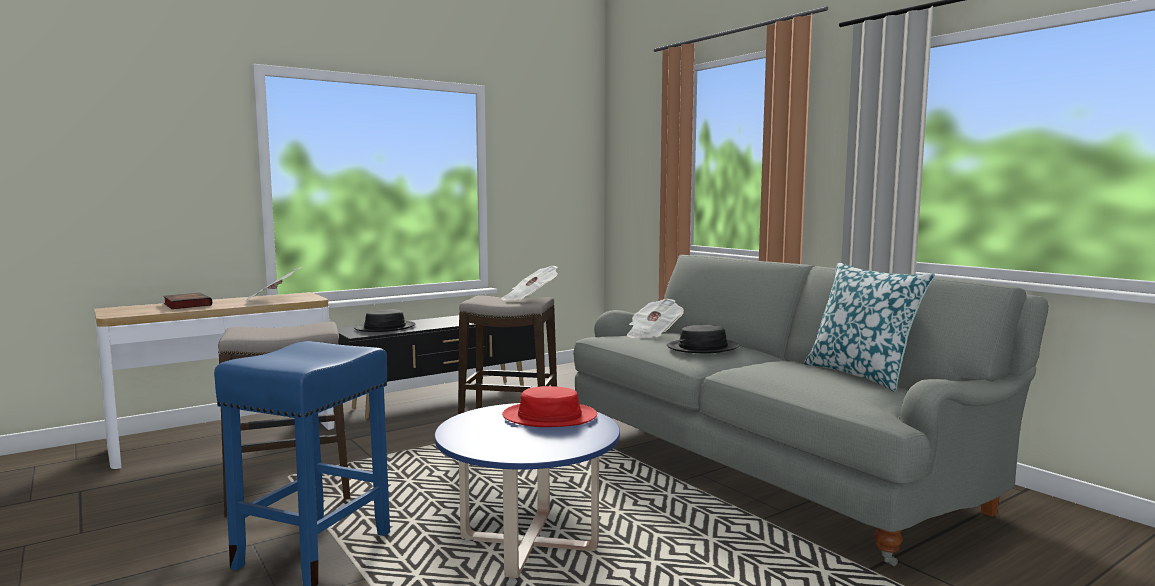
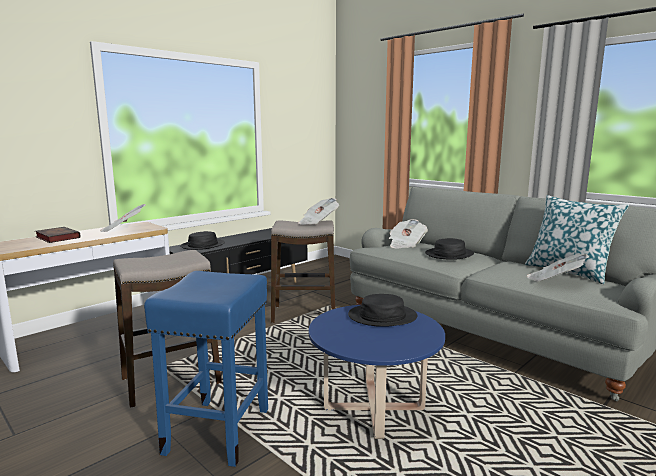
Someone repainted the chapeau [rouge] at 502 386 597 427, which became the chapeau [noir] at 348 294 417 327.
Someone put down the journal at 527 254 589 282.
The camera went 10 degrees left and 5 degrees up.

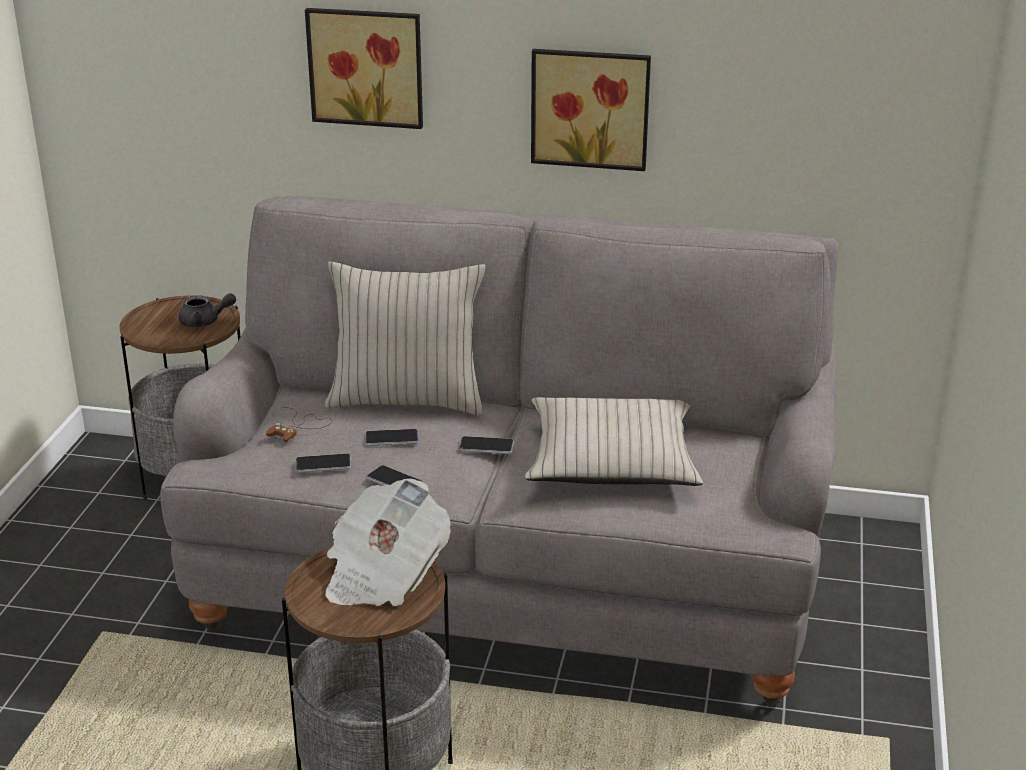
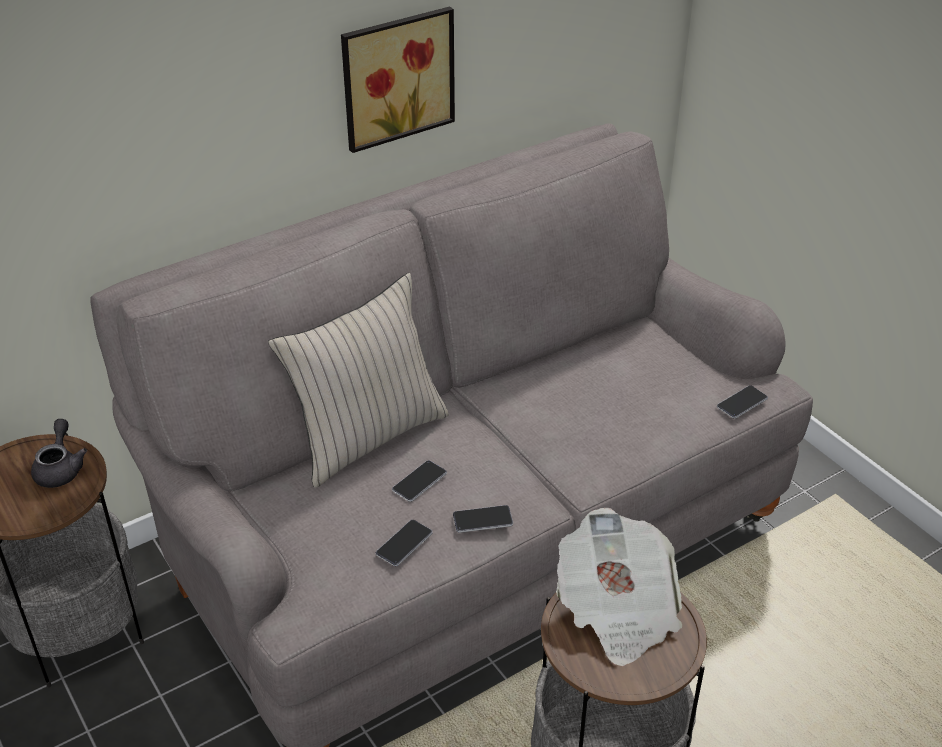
Someone took away the tableau at 305 8 423 129.
Someone rotated the théière [gris] at 179 293 236 327 by 45 degrees counterclockwise.
Someone took away the coussin [beige] at 525 397 703 486.
Someone took away the manette [marron] at 266 407 332 443.
Someone carried the téléphone from 459 436 514 454 to 717 385 768 419.
The camera went 45 degrees left and 10 degrees up.

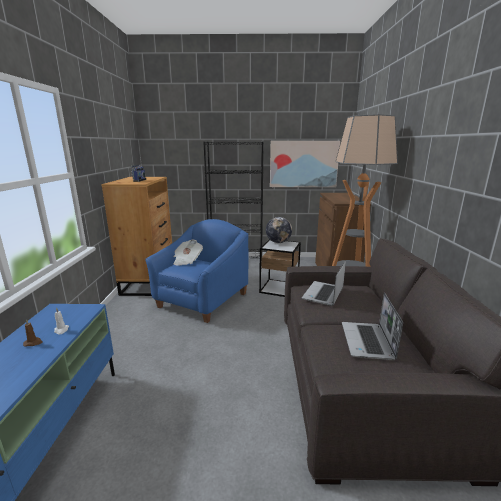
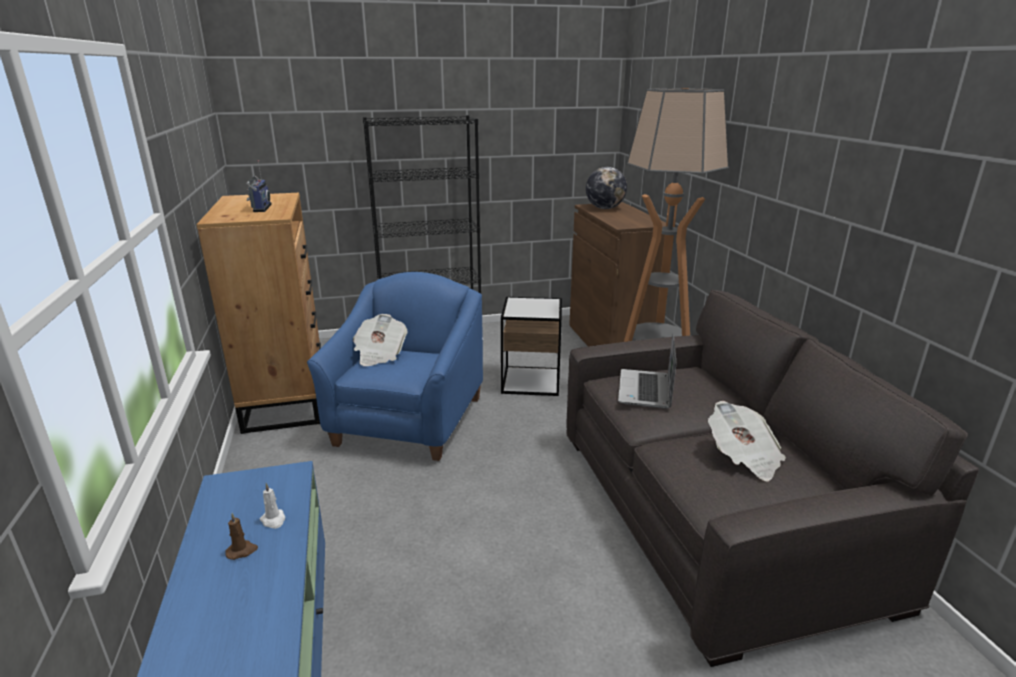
Someone took away the tableau at 270 141 340 187.
Someone carried the globe from 266 217 292 243 to 586 167 627 209.
Someone swapped the ordinateur portable at 342 293 403 360 for the journal at 708 401 786 482.
The camera went 15 degrees left and 5 degrees up.

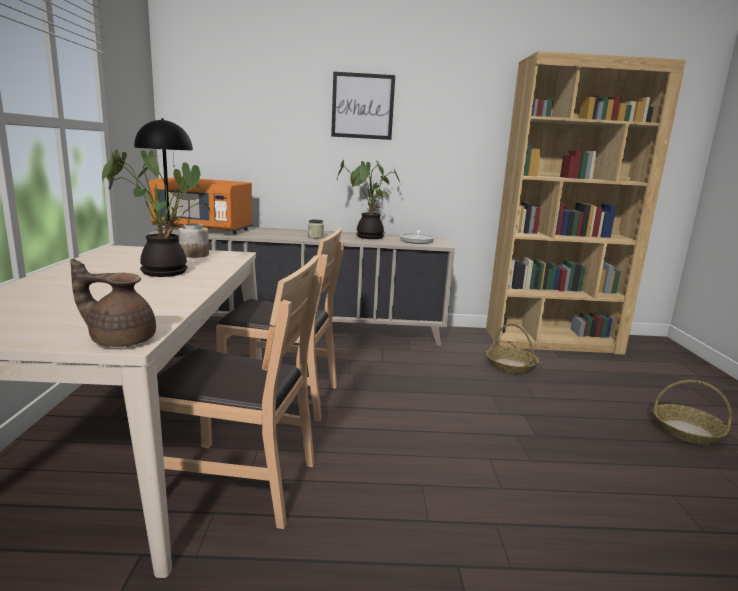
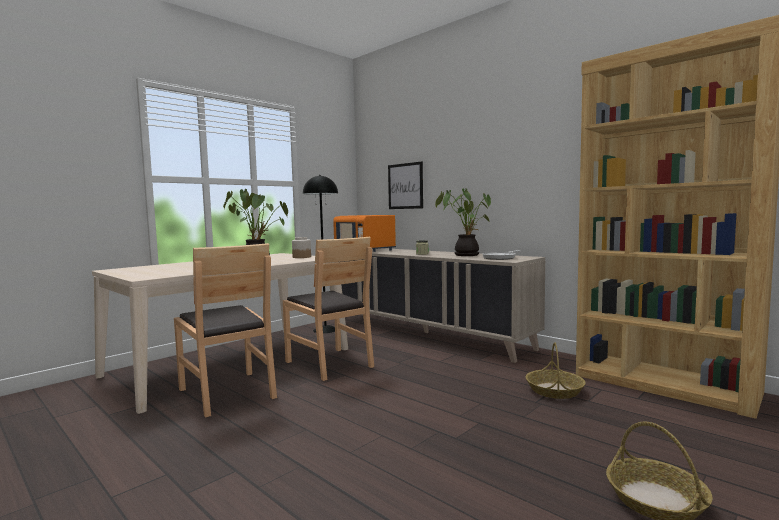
Someone carried the tableau from 331 72 395 140 to 388 161 423 209.
Someone took away the théière [marron] at 70 259 156 347.
The camera went 45 degrees right and 10 degrees down.

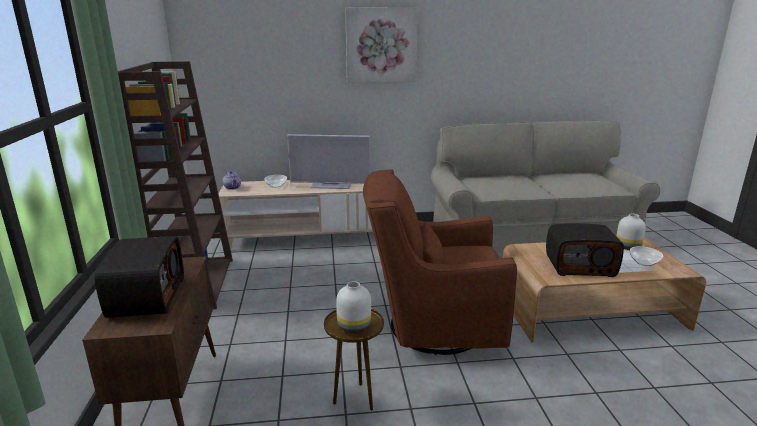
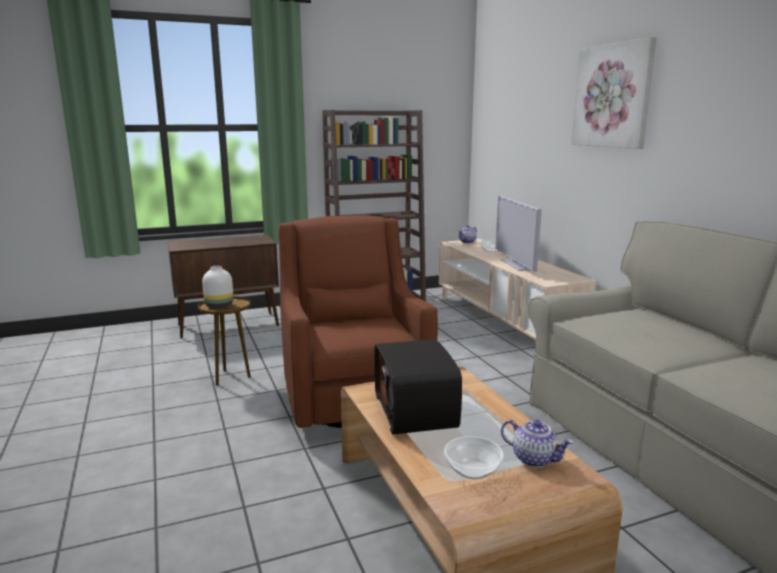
Someone swapped the vase [blanc] at 616 214 646 250 for the théière at 501 420 574 467.
Someone took away the radio at 94 236 184 318.
The camera went 75 degrees right and 5 degrees down.

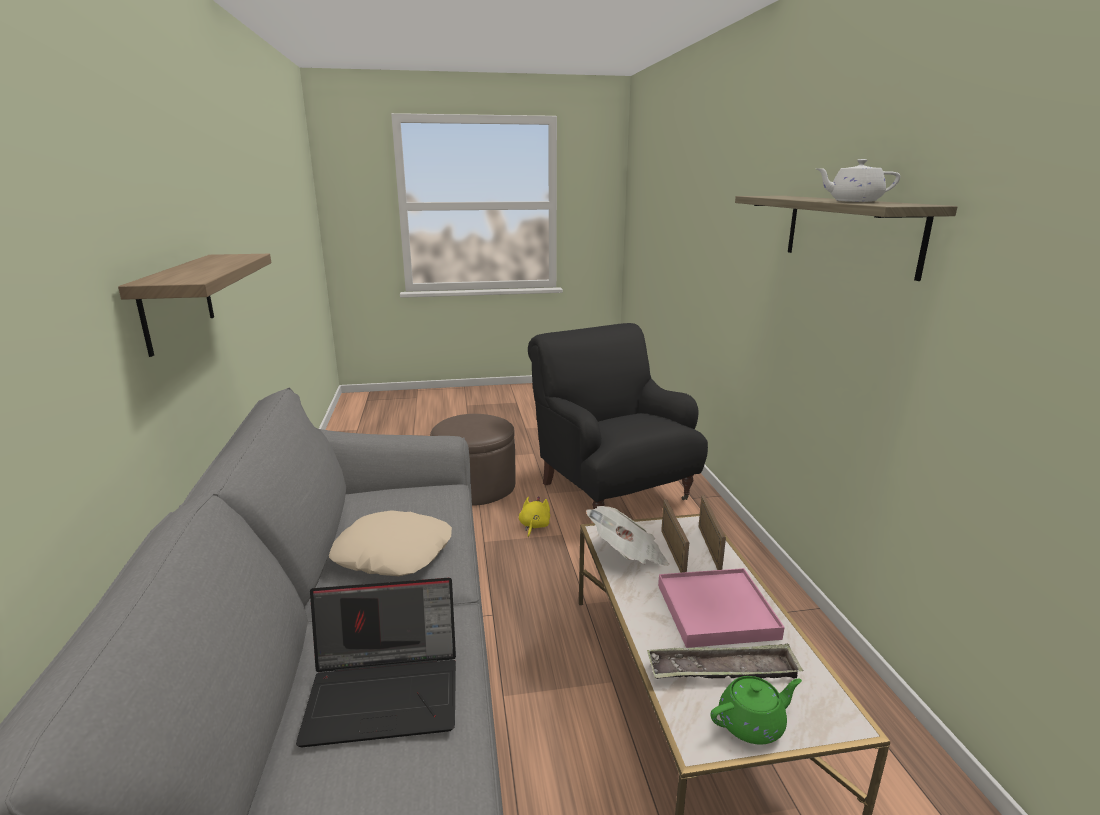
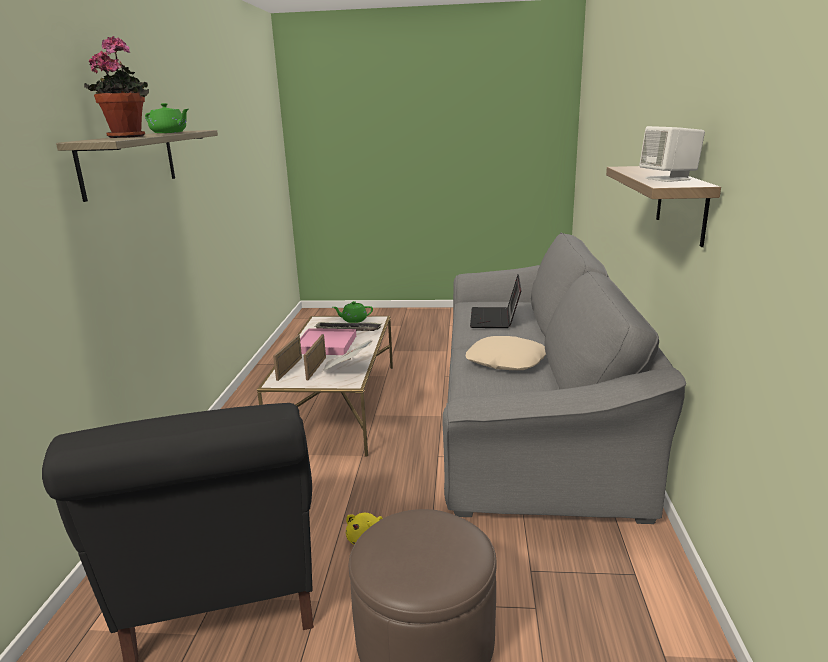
Someone repainted the théière [blanc] at 815 159 900 202, which became the théière [vert] at 145 103 189 133.
Someone rotated the ordinateur portable at 296 578 456 747 by 90 degrees counterclockwise.
Someone put down the plante en pot at 84 36 149 138.
Someone put down the enceinte [blanc] at 639 126 705 182.
The camera went 165 degrees left and 0 degrees up.

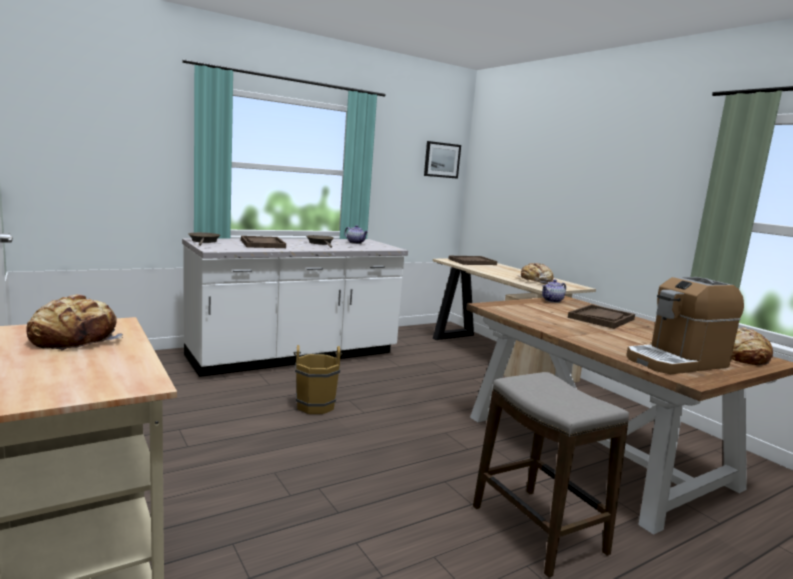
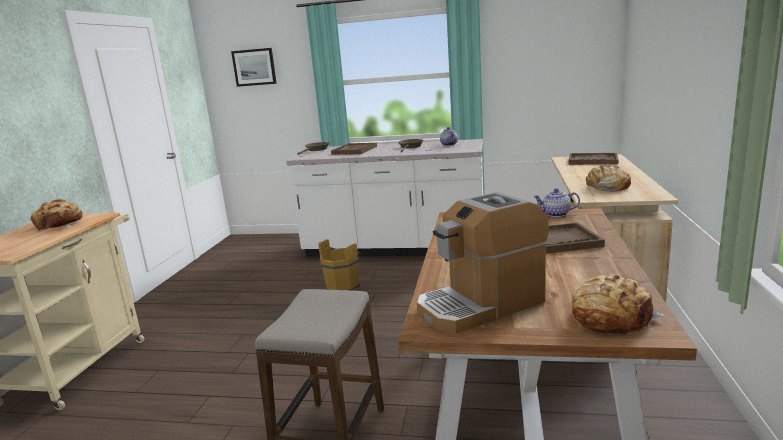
Someone carried the tableau from 424 141 461 179 to 231 48 277 87.
Someone rotated the machine à café at 626 277 744 374 by 45 degrees counterclockwise.
The camera went 45 degrees right and 5 degrees up.

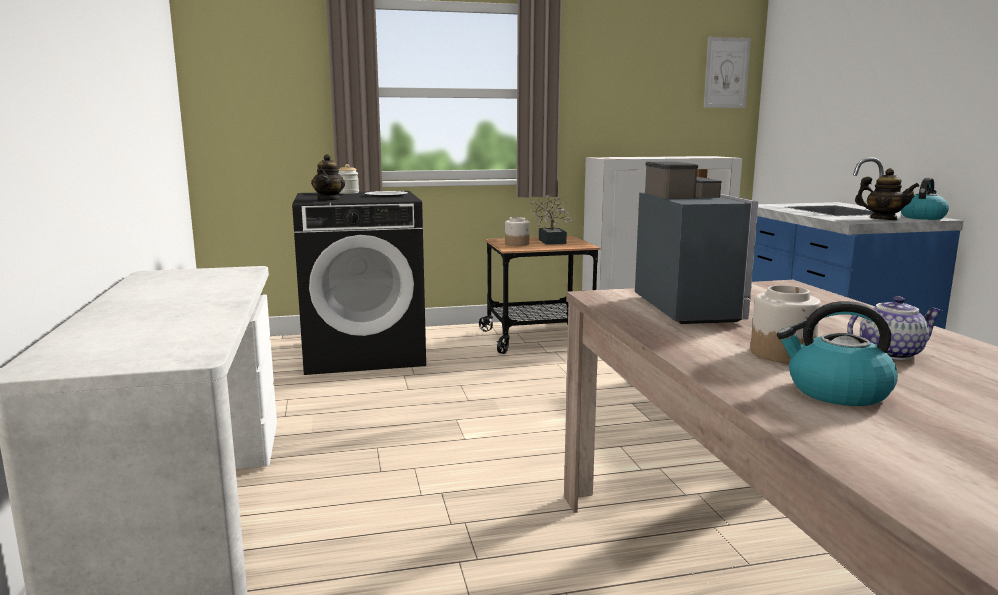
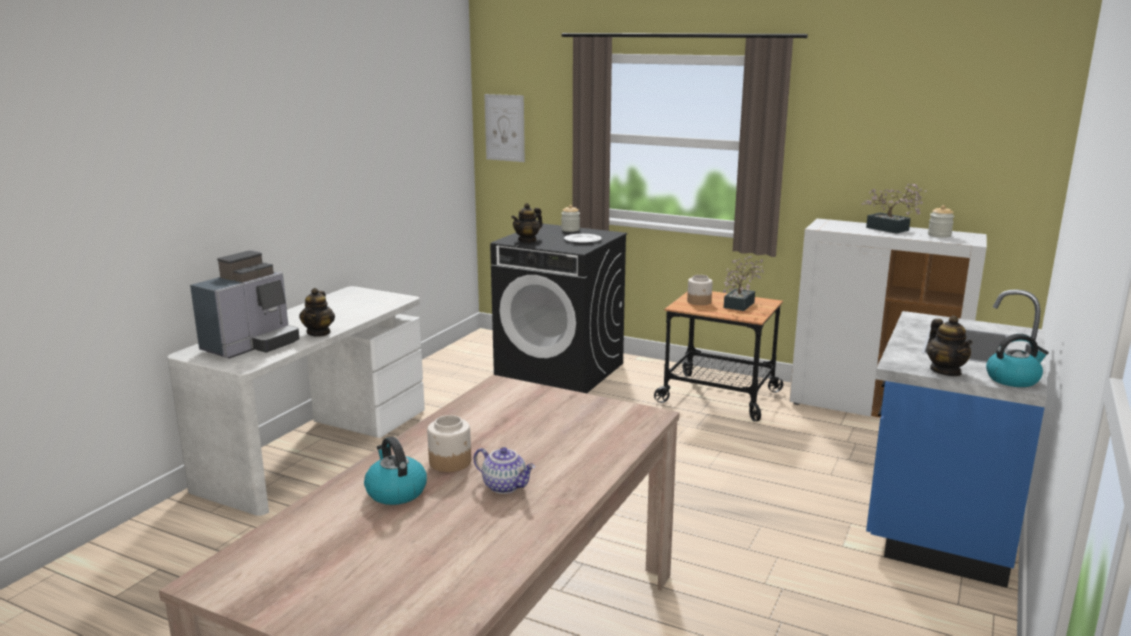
Someone carried the tableau from 704 37 751 108 to 484 94 525 162.
Someone carried the machine à café from 635 161 759 324 to 190 250 300 359.
Someone put down the plante en pot at 861 183 927 234.
Someone put down the bocal at 928 205 954 238.
Someone put down the théière at 299 288 335 337.
The camera went 40 degrees right and 5 degrees up.

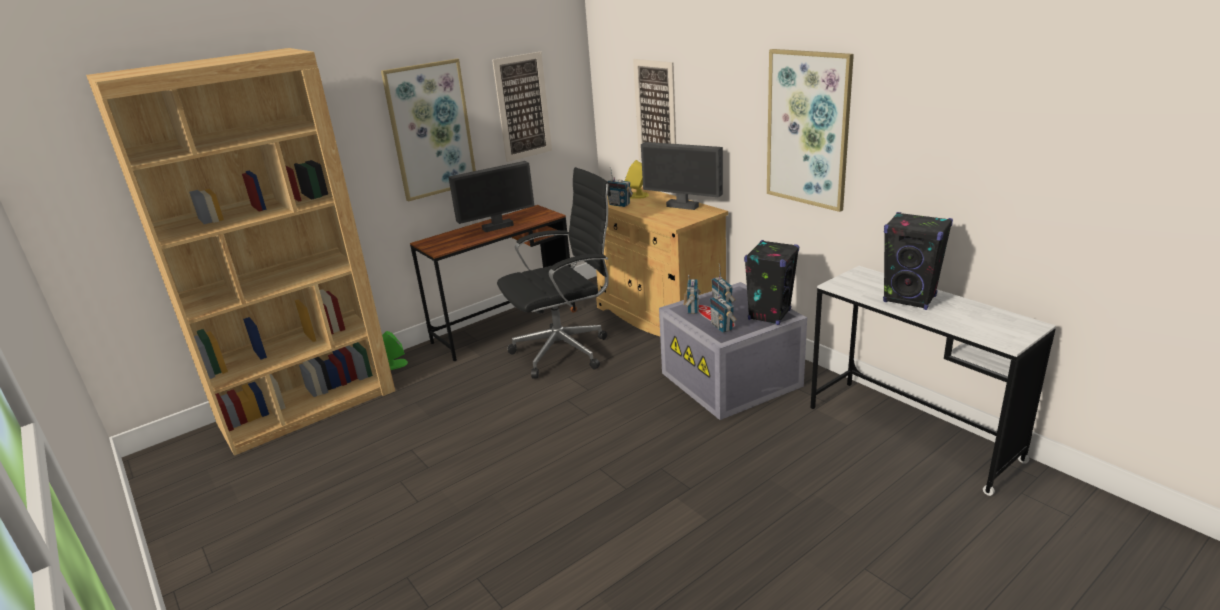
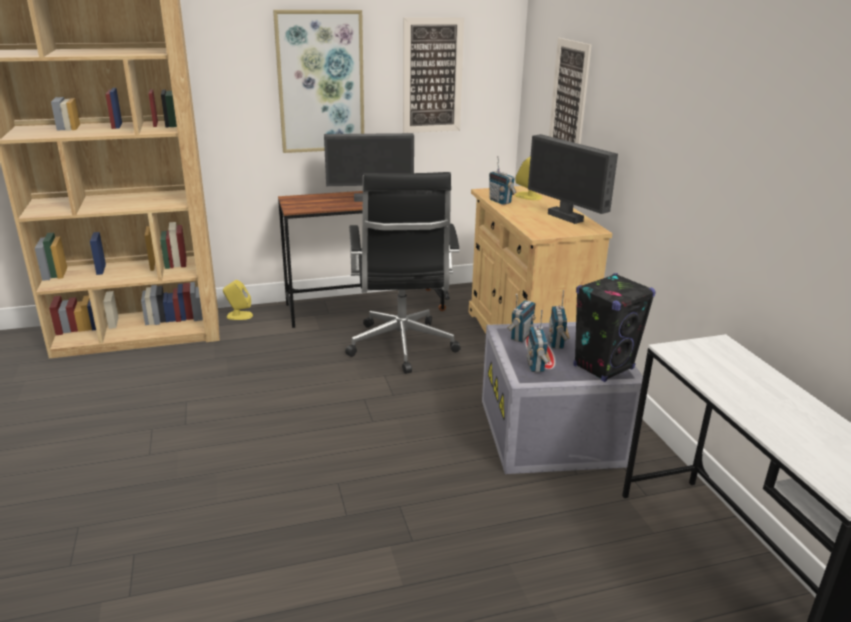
Someone took away the tableau at 767 49 854 212.
Someone rotated the chaise de bureau [noir] at 497 167 611 378 by 90 degrees clockwise.
Someone took away the enceinte [noir] at 883 212 953 310.
Someone repainted the enceinte [vert] at 382 331 408 370, which became the enceinte [jaune] at 223 280 253 320.
The camera went 20 degrees right and 0 degrees up.

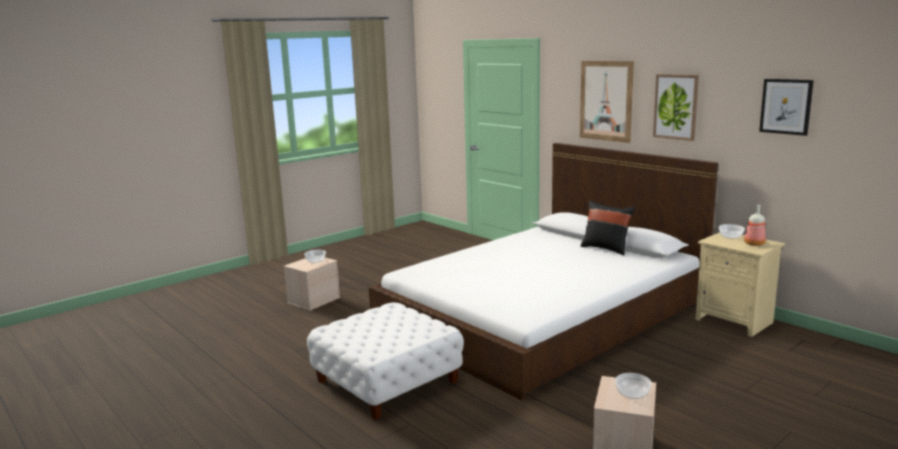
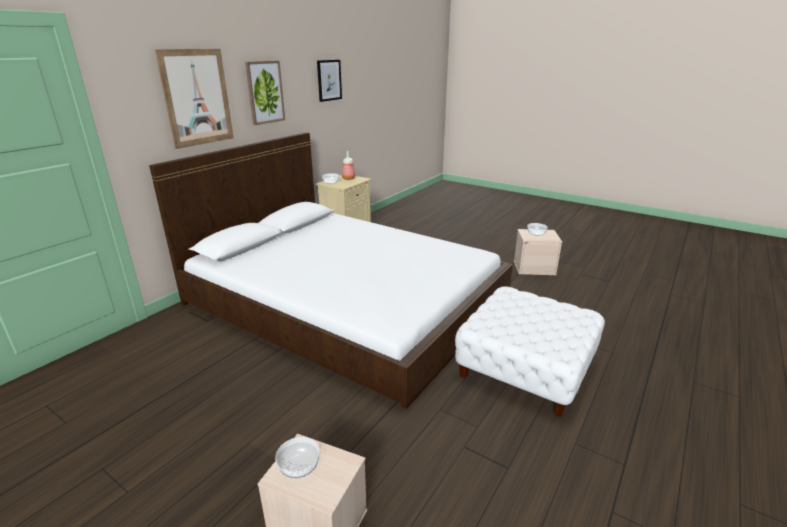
Someone took away the coussin [noir] at 581 200 635 256.
The camera went 105 degrees left and 10 degrees up.

